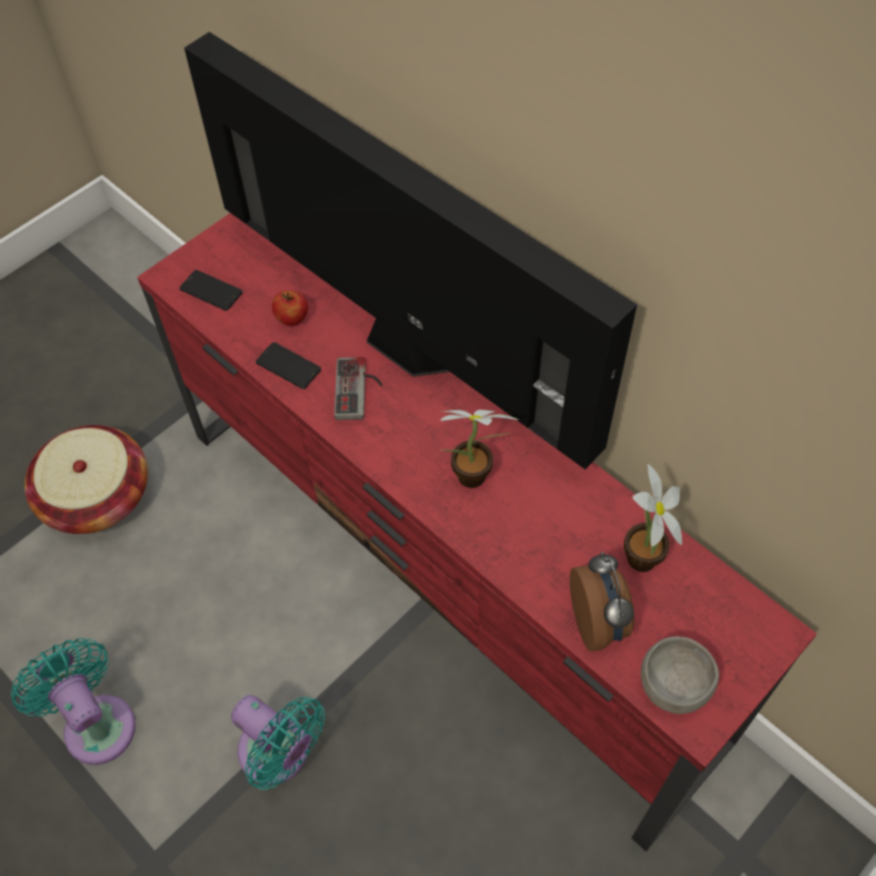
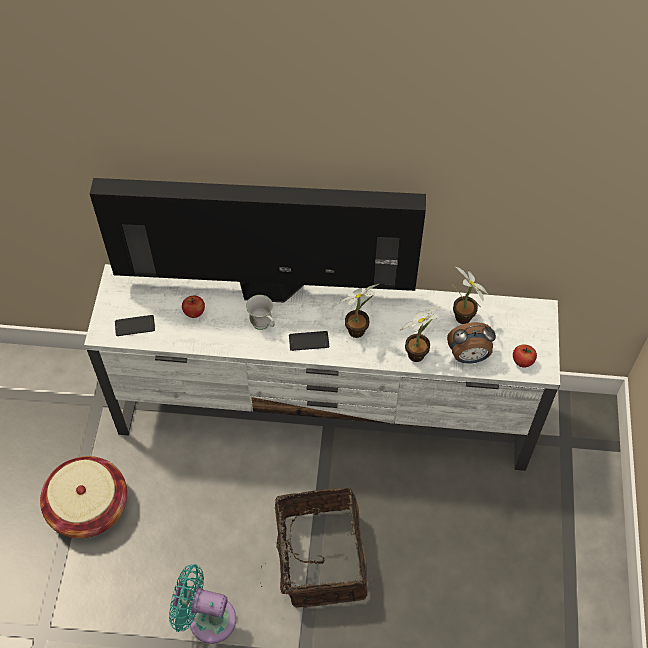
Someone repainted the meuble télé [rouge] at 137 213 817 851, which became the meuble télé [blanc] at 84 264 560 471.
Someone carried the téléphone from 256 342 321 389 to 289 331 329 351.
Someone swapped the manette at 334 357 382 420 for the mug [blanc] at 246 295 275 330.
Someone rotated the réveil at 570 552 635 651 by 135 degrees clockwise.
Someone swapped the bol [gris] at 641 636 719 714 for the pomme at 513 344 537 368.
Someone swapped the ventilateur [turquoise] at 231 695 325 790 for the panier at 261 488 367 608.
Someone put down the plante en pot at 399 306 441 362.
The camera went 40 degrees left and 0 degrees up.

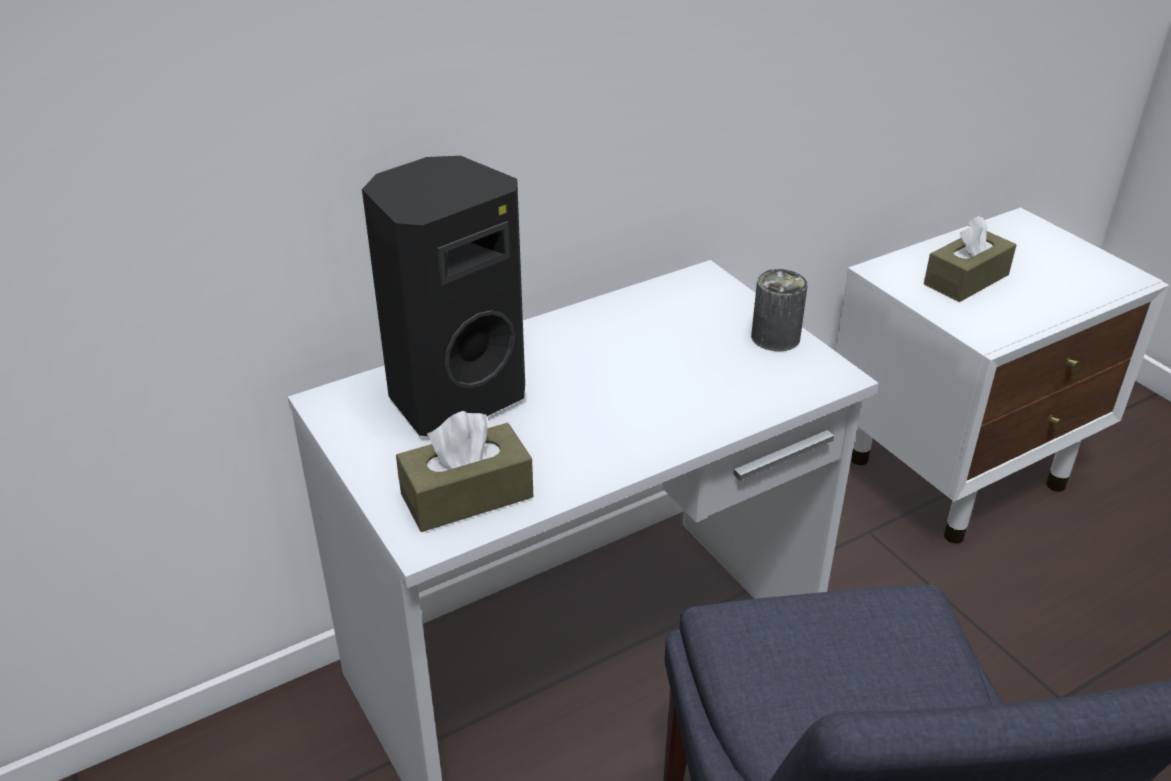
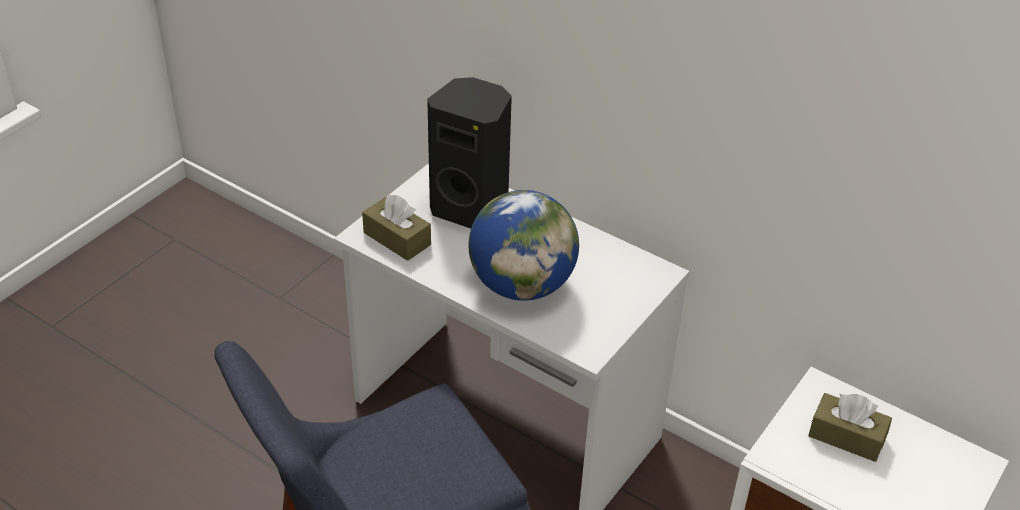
Someone took away the boîte métallique at 751 269 808 351.
Someone put down the globe at 468 190 579 301.
The camera went 65 degrees right and 5 degrees up.

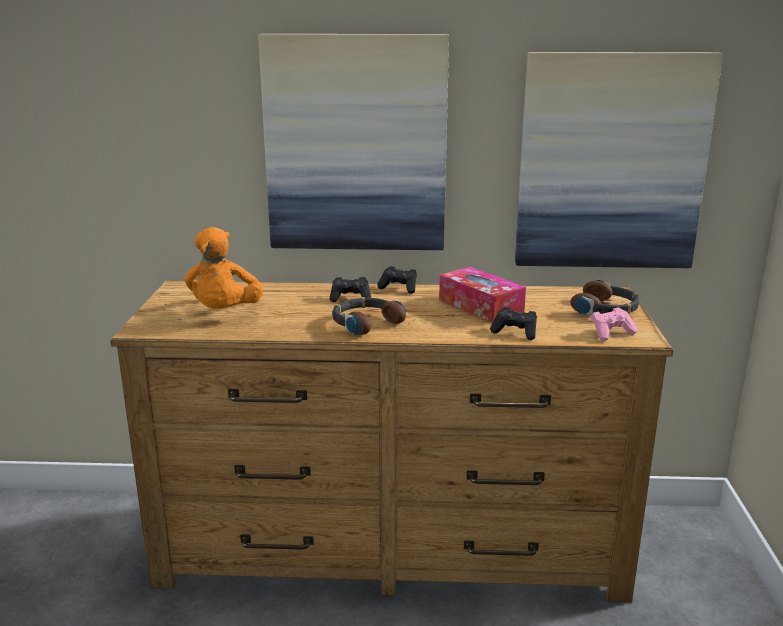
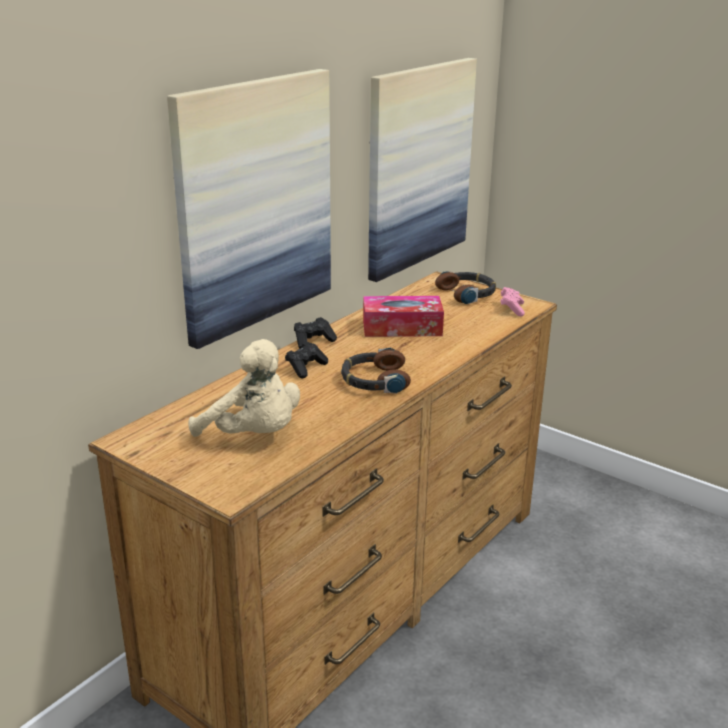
Someone repainted the peluche [orange] at 184 227 263 309, which became the peluche [beige] at 188 339 300 437.
Someone took away the manette [noir] at 490 307 537 340.
The camera went 55 degrees left and 5 degrees up.

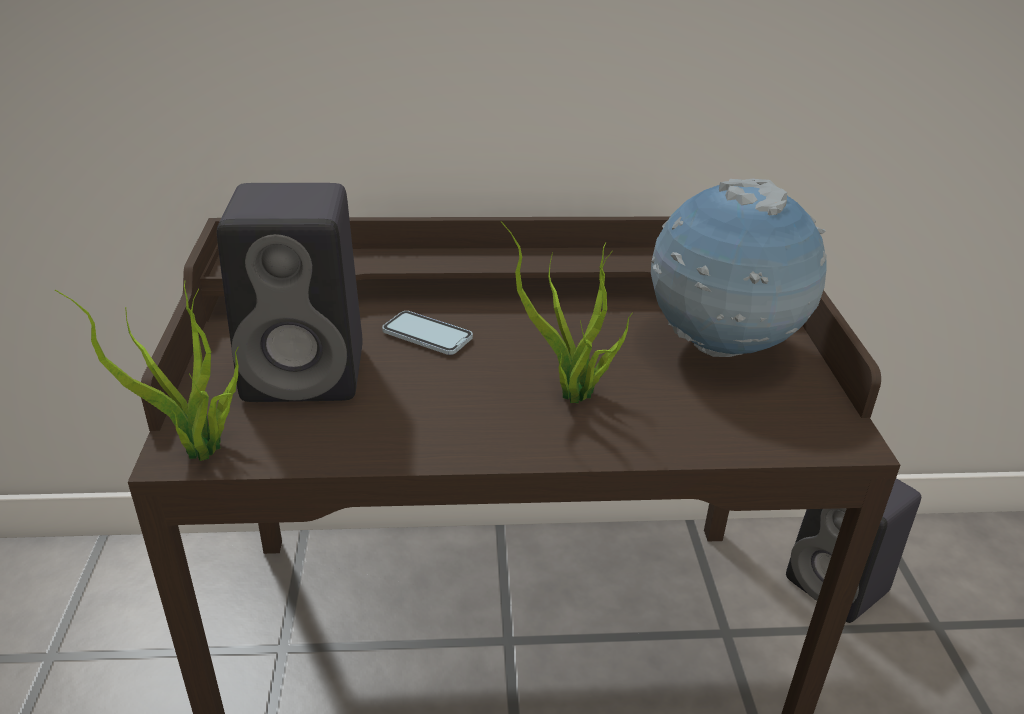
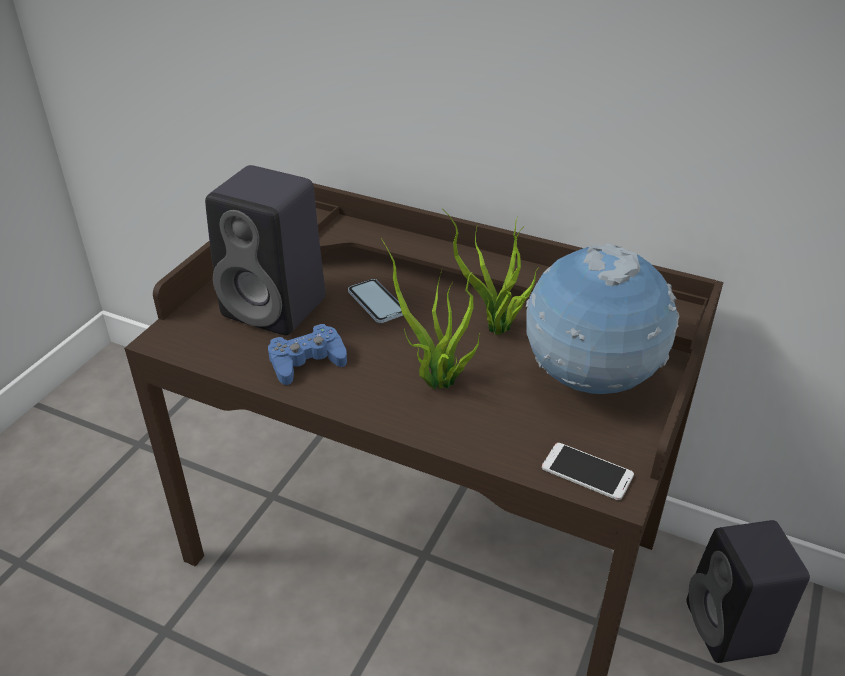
Someone carried the plante en pot from 55 282 239 461 to 442 208 539 335.
Someone put down the manette [bleu] at 268 324 347 385.
Someone put down the téléphone at 542 443 634 500.
The camera went 30 degrees right and 5 degrees up.

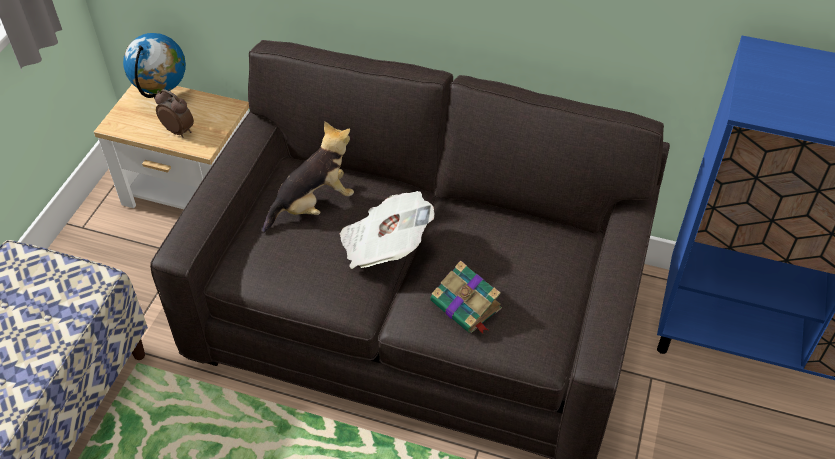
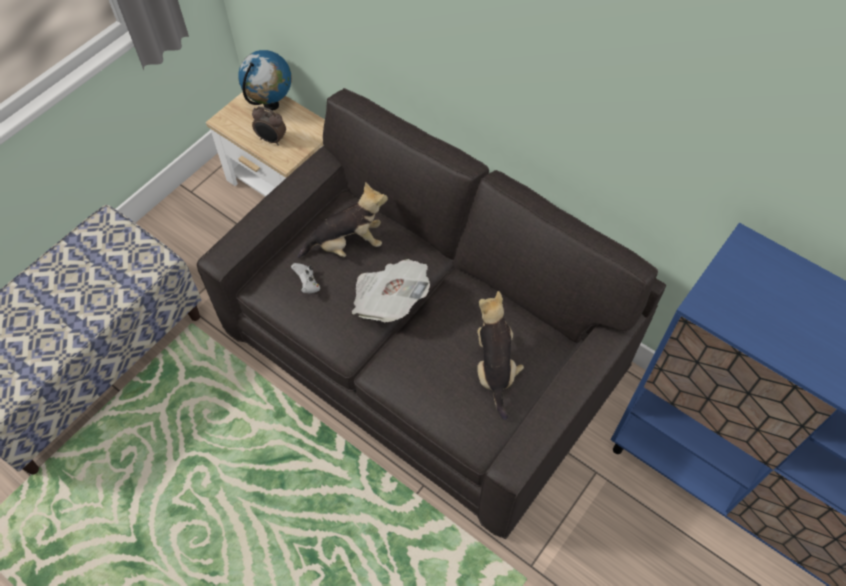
Someone rotated the réveil at 155 89 194 138 by 150 degrees clockwise.
Someone took away the livre at 430 260 502 335.
Someone put down the manette [blanc] at 291 263 320 293.
Someone put down the peluche at 477 291 524 420.
The camera went 20 degrees right and 10 degrees up.

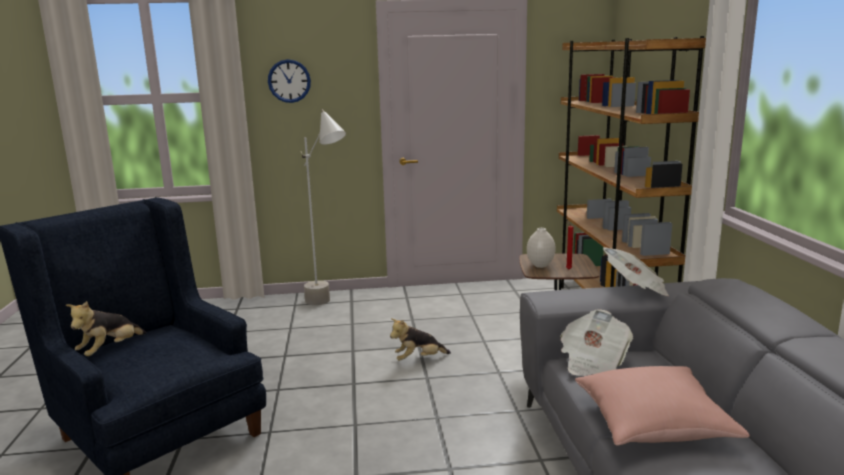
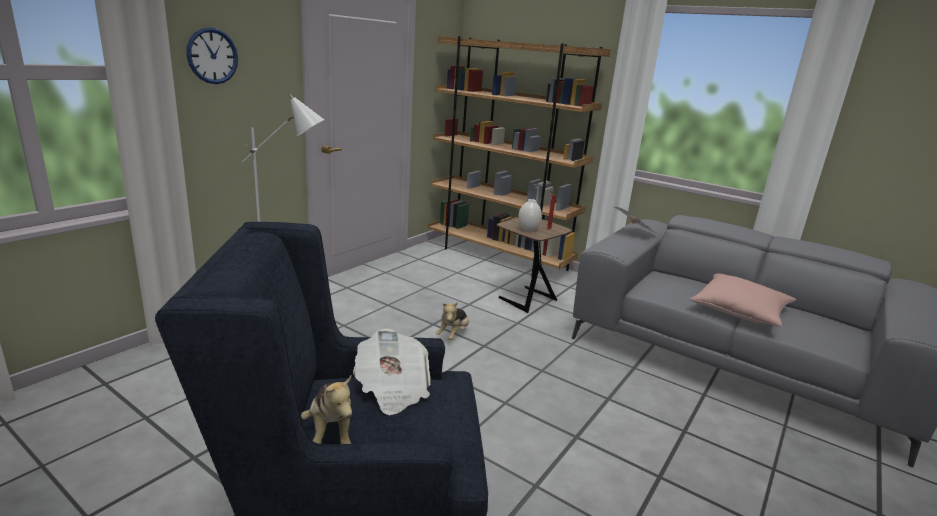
Someone carried the journal from 560 309 633 376 to 353 329 430 415.
The camera went 50 degrees left and 5 degrees up.

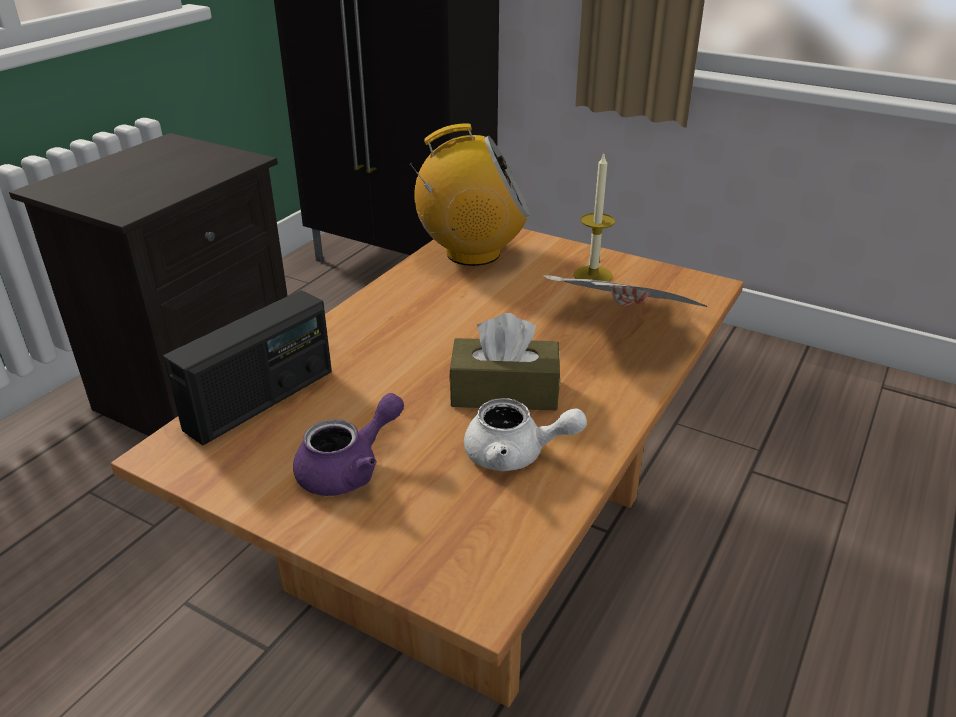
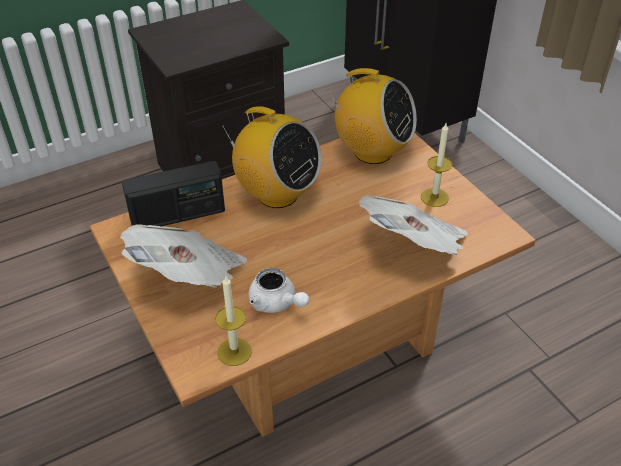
Someone took away the boîte à mouchoirs [marron] at 449 313 560 410.
Someone swapped the théière [violet] at 293 393 404 496 for the journal at 120 224 248 287.
Someone put down the radio at 222 106 321 208.
Someone put down the bougie at 215 276 252 366.
The camera went 30 degrees right and 10 degrees up.

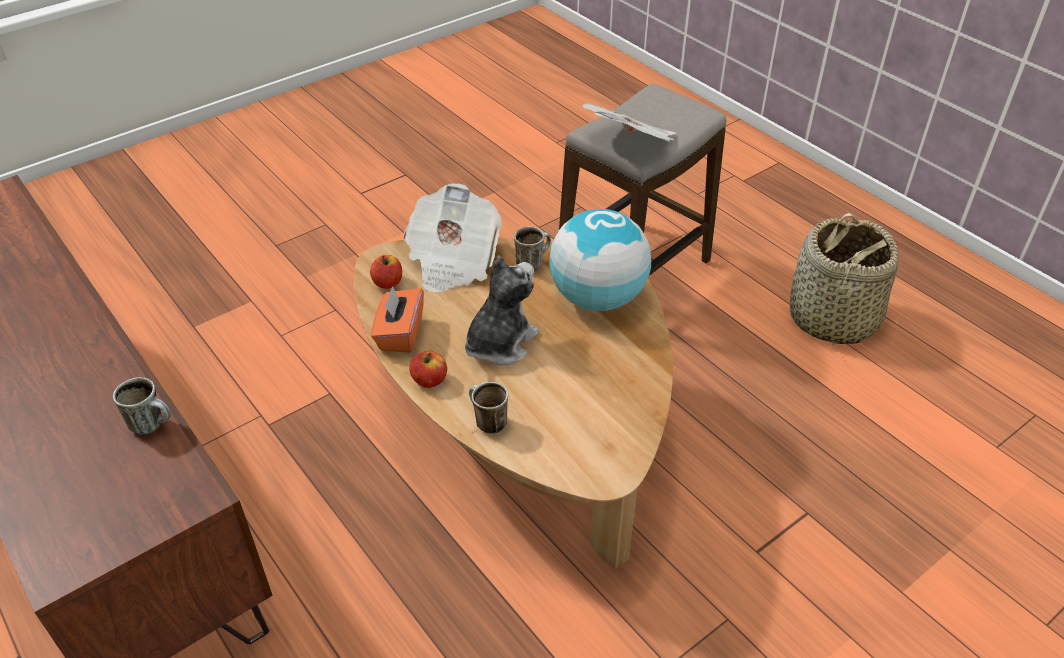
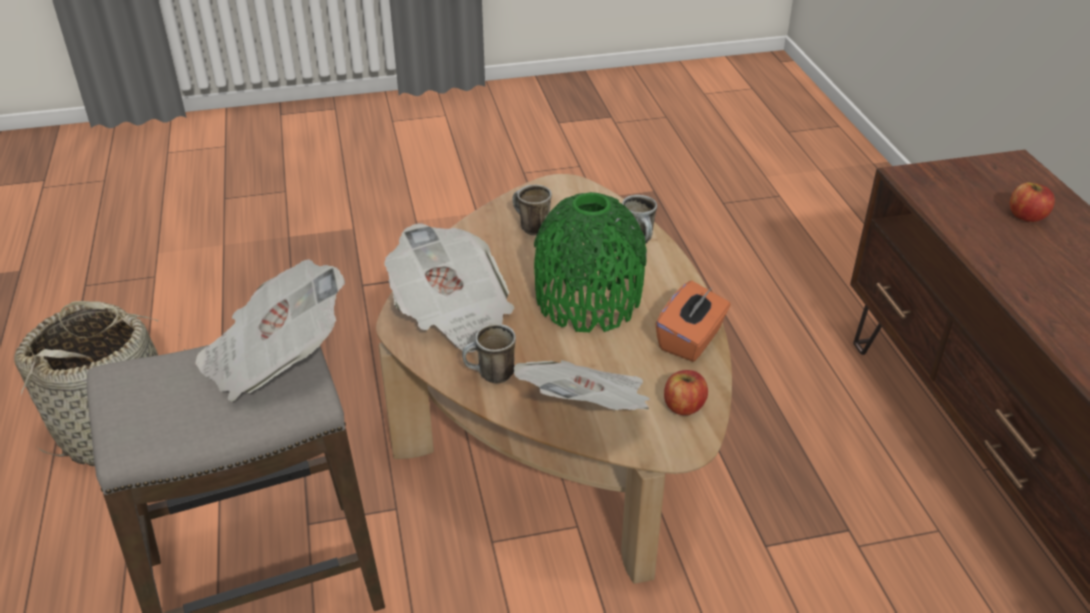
Someone swapped the globe at 549 209 651 311 for the journal at 384 223 514 352.
Someone swapped the peluche at 465 256 539 365 for the vase [vert] at 534 192 647 332.
Someone carried the pomme from 409 351 447 388 to 1010 183 1055 222.
Someone carried the mug from 113 377 171 435 to 512 184 552 235.
The camera went 155 degrees left and 5 degrees down.

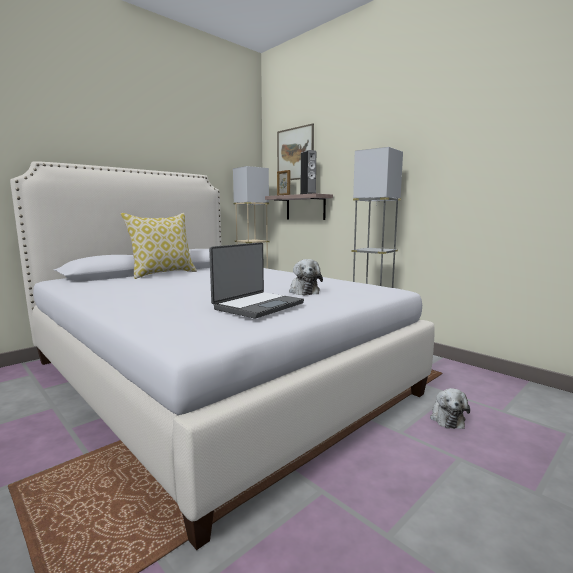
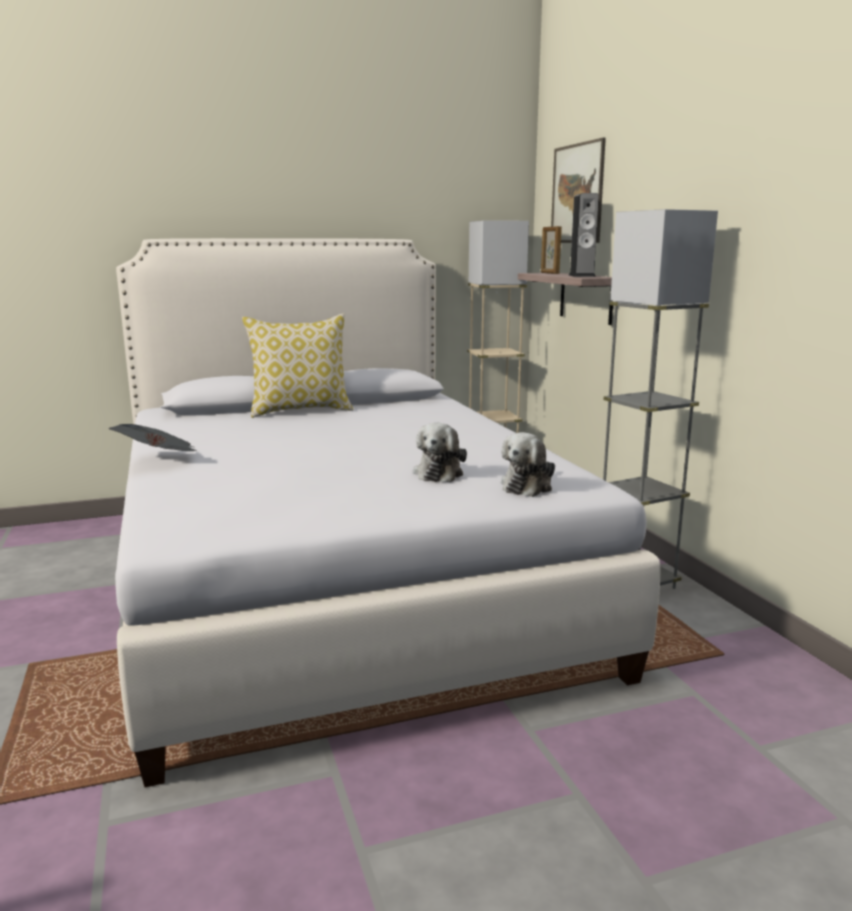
Someone took away the ordinateur portable at 209 242 304 318.
Someone carried the peluche from 430 388 470 429 to 501 432 555 497.
Someone put down the journal at 108 424 197 451.
The camera went 25 degrees right and 5 degrees up.

